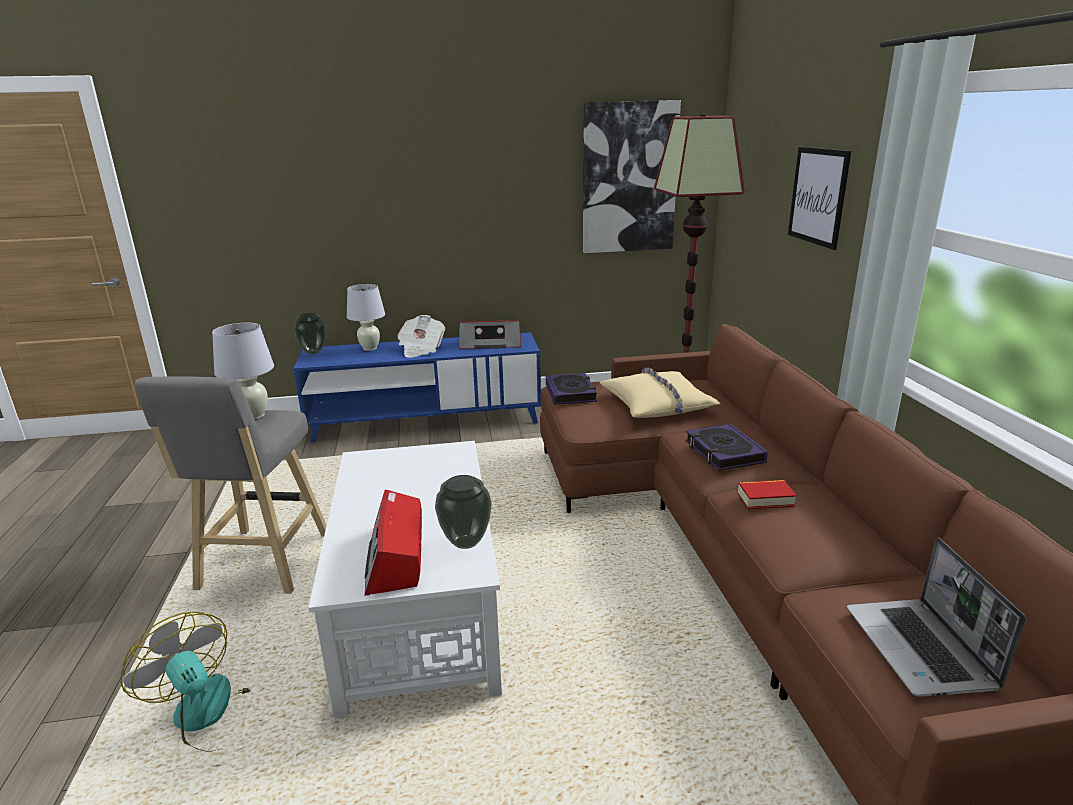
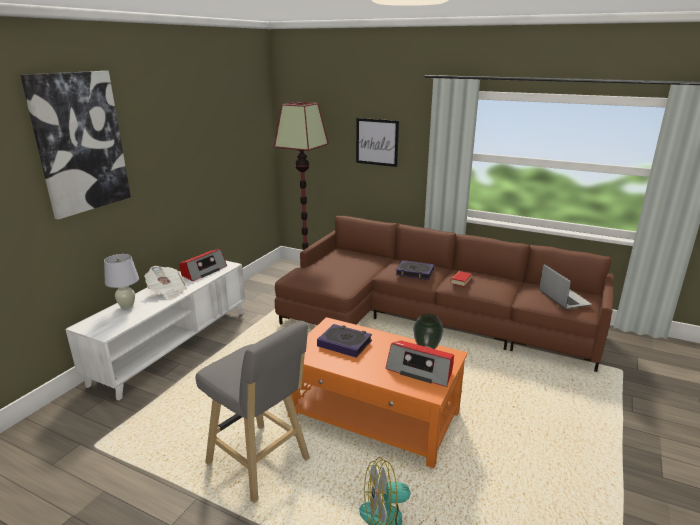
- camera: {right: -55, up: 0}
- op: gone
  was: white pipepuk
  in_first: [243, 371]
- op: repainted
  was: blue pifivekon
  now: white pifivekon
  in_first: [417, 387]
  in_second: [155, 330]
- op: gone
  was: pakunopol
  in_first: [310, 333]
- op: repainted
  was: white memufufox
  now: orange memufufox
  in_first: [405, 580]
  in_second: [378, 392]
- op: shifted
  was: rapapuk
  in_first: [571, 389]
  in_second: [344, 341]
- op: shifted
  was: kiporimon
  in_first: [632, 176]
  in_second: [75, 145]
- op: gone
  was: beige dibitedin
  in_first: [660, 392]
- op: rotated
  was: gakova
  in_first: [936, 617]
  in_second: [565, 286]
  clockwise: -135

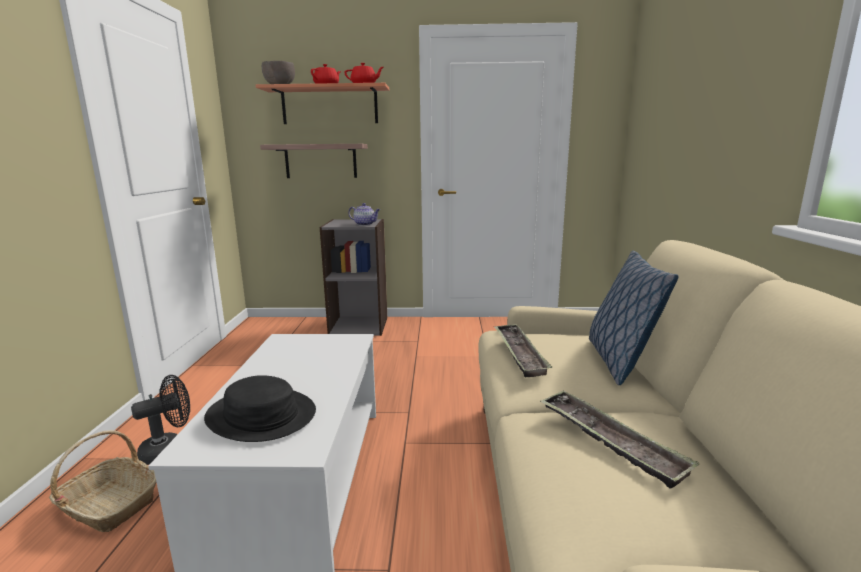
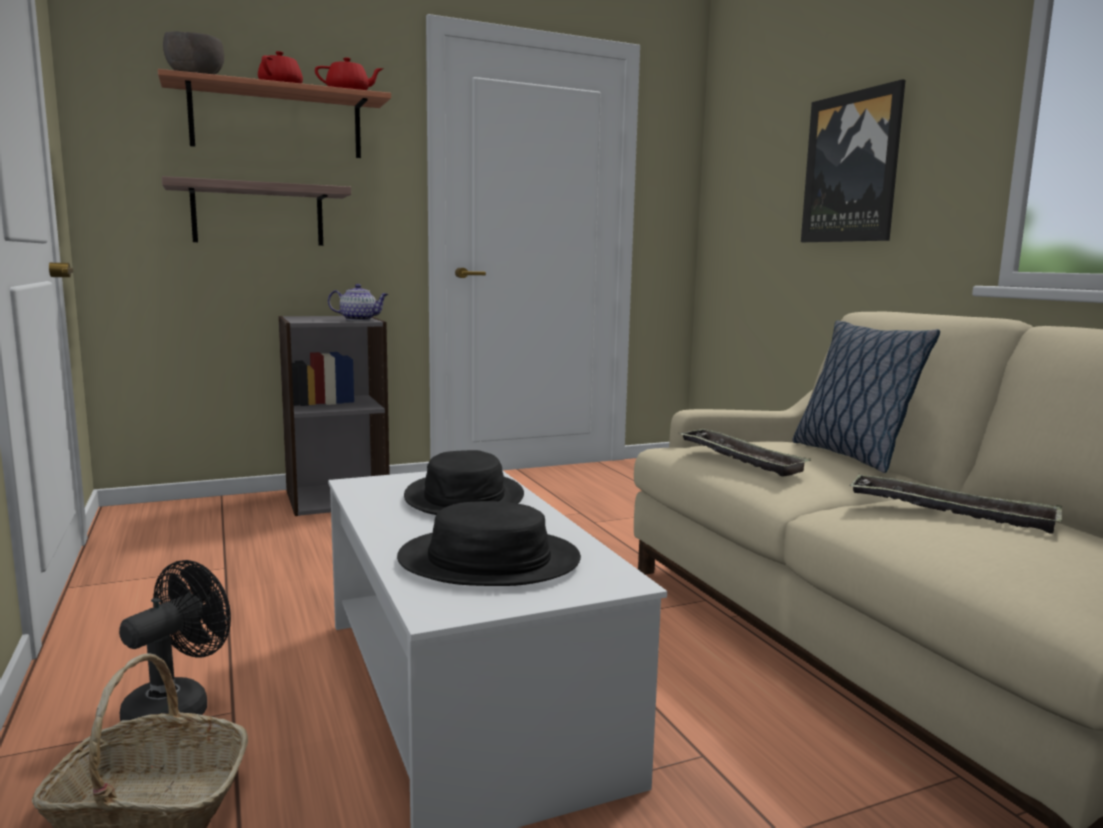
- camera: {right: -25, up: -5}
- op: new
  now: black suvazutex
  in_second: [464, 482]
- op: new
  now: kiporimon
  in_second: [853, 160]

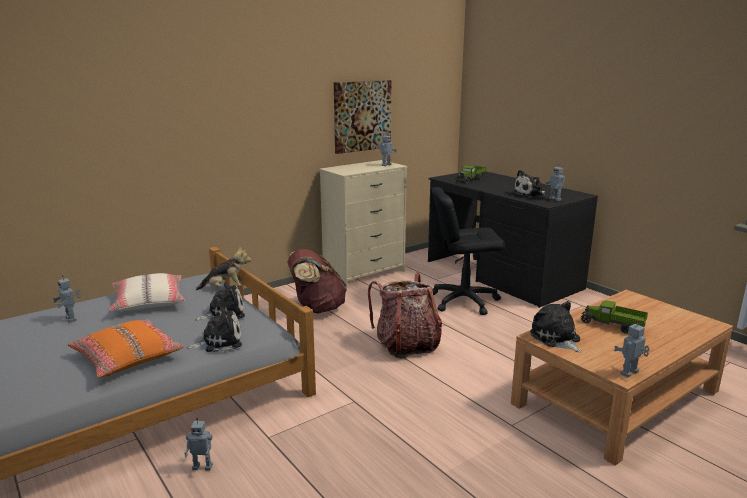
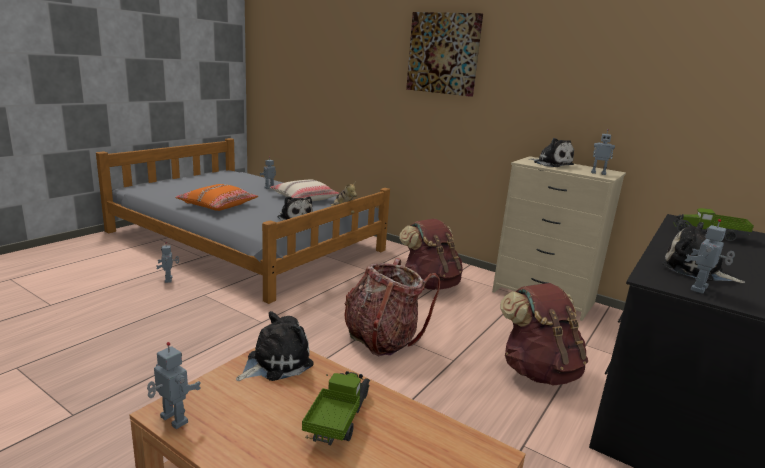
- camera: {right: 70, up: 0}
- op: shifted
  was: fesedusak
  in_first: [214, 329]
  in_second: [551, 152]
- op: shifted
  was: kiporimon
  in_first: [362, 117]
  in_second: [444, 54]
- op: swapped
  was: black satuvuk
  now: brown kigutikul
  in_first: [468, 251]
  in_second: [544, 334]

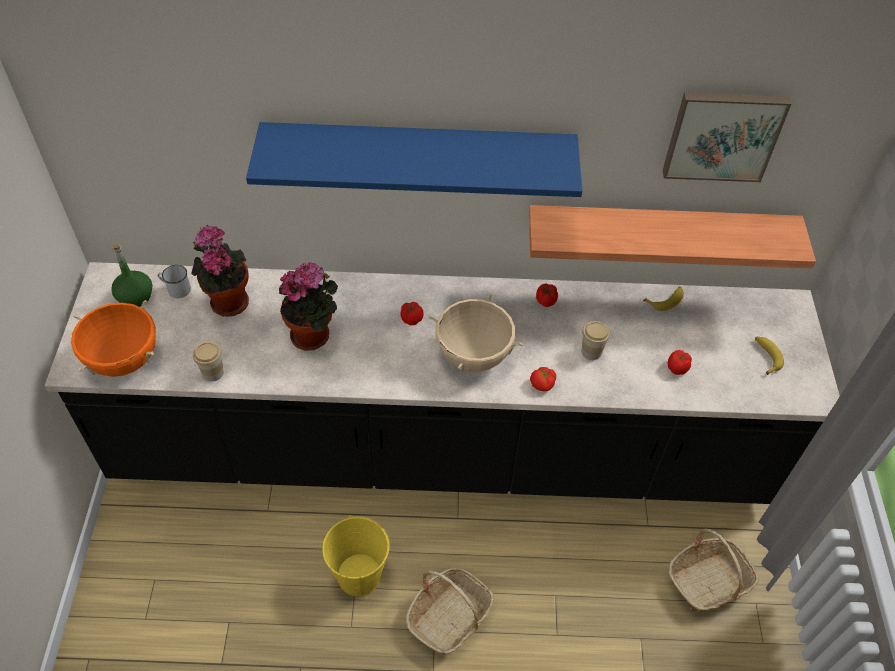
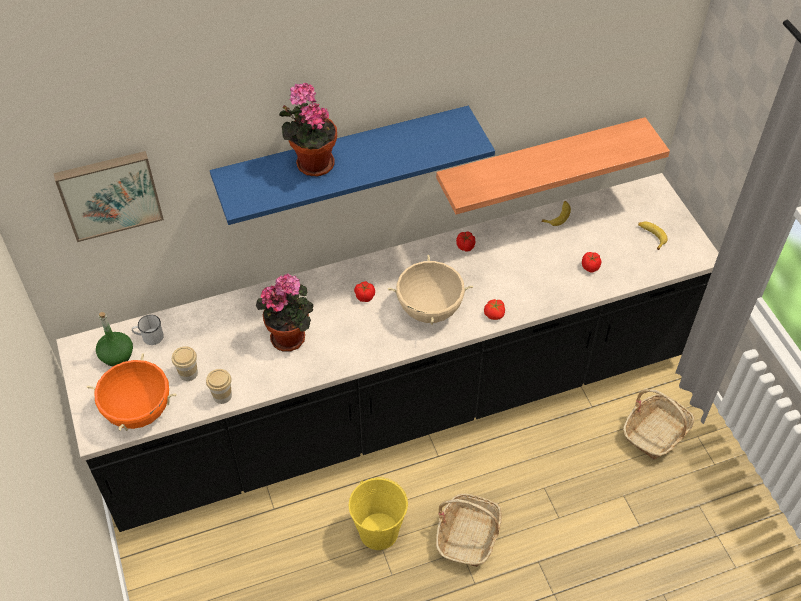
- camera: {right: -20, up: 0}
- op: shifted
  was: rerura
  in_first: [220, 270]
  in_second: [308, 130]
- op: shifted
  was: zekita
  in_first: [596, 340]
  in_second: [185, 363]
- op: shifted
  was: kiporimon
  in_first: [727, 137]
  in_second: [108, 196]

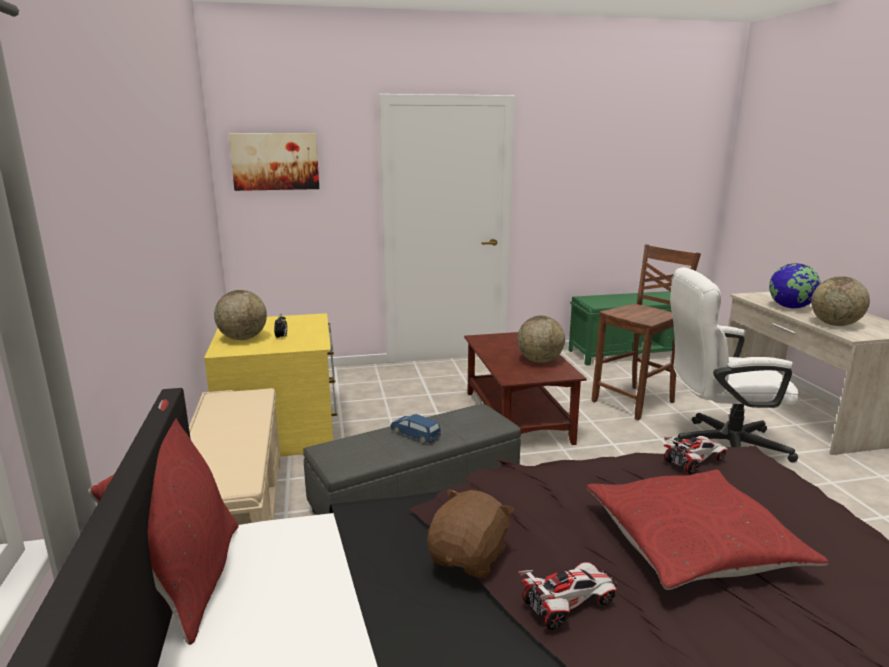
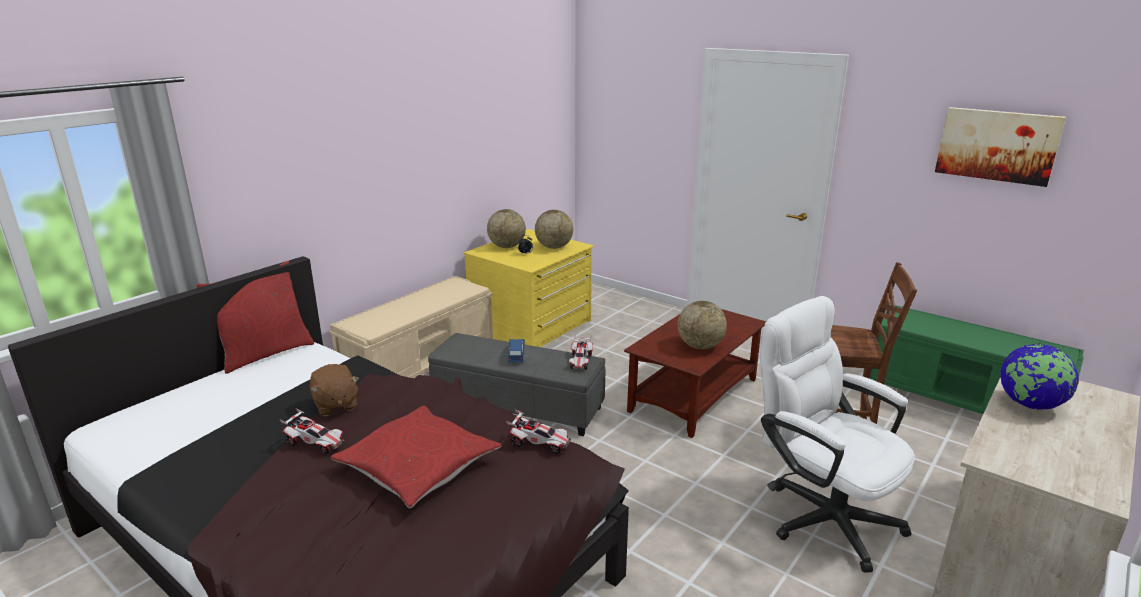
- camera: {right: 50, up: 5}
- op: shifted
  was: kiporimon
  in_first: [273, 162]
  in_second: [1000, 147]
- op: rotated
  was: brown fesedusak
  in_first: [470, 533]
  in_second: [334, 390]
  clockwise: 75
- op: shifted
  was: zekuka
  in_first: [840, 301]
  in_second: [554, 229]
- op: new
  now: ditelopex
  in_second: [581, 352]

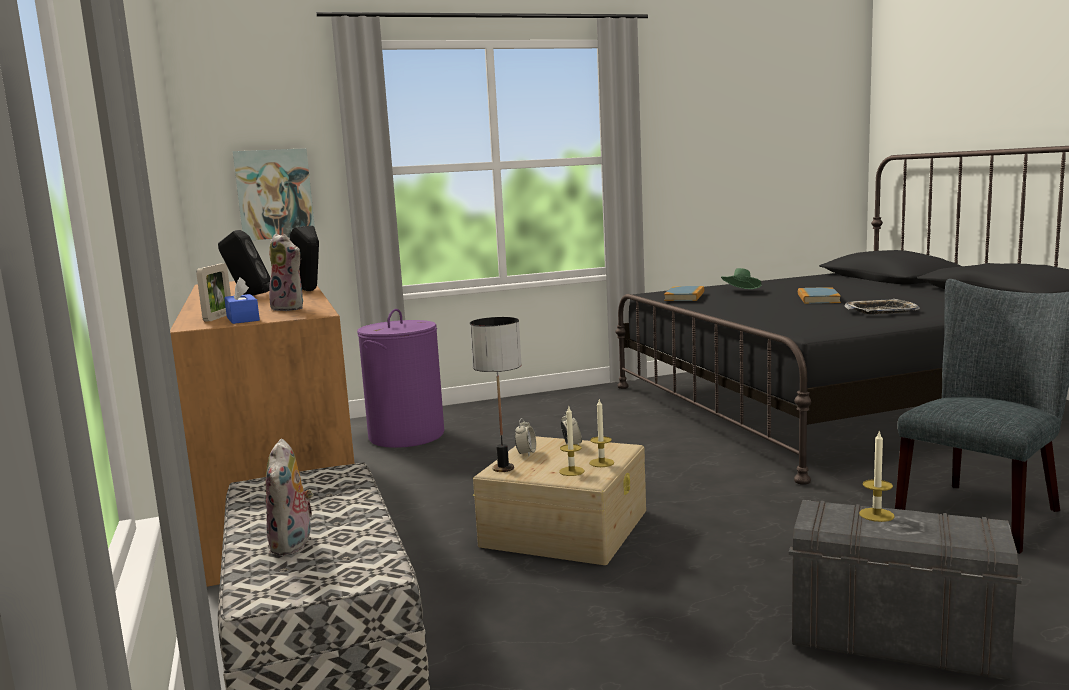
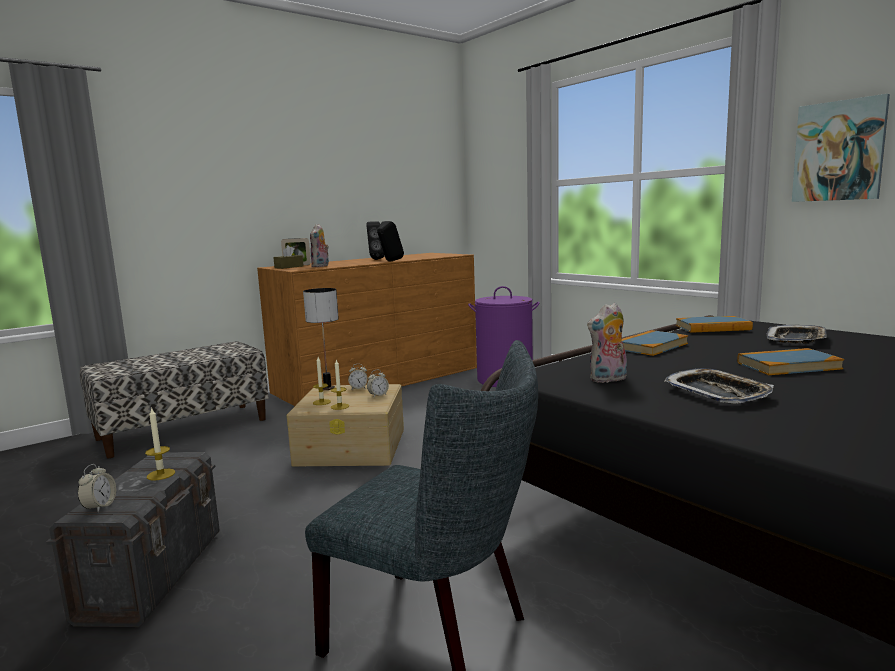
- camera: {right: 70, up: 0}
- op: repainted
  was: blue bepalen
  now: brown bepalen
  in_first: [242, 300]
  in_second: [288, 257]
- op: shifted
  was: kiporimon
  in_first: [274, 194]
  in_second: [841, 148]
- op: shifted
  was: fesedusak
  in_first: [290, 497]
  in_second: [607, 343]
- op: swapped
  was: green suvazutex
  now: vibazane
  in_first: [741, 278]
  in_second: [796, 334]
- op: new
  now: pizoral
  in_second: [96, 488]
- op: new
  now: rapapuk
  in_second: [655, 343]

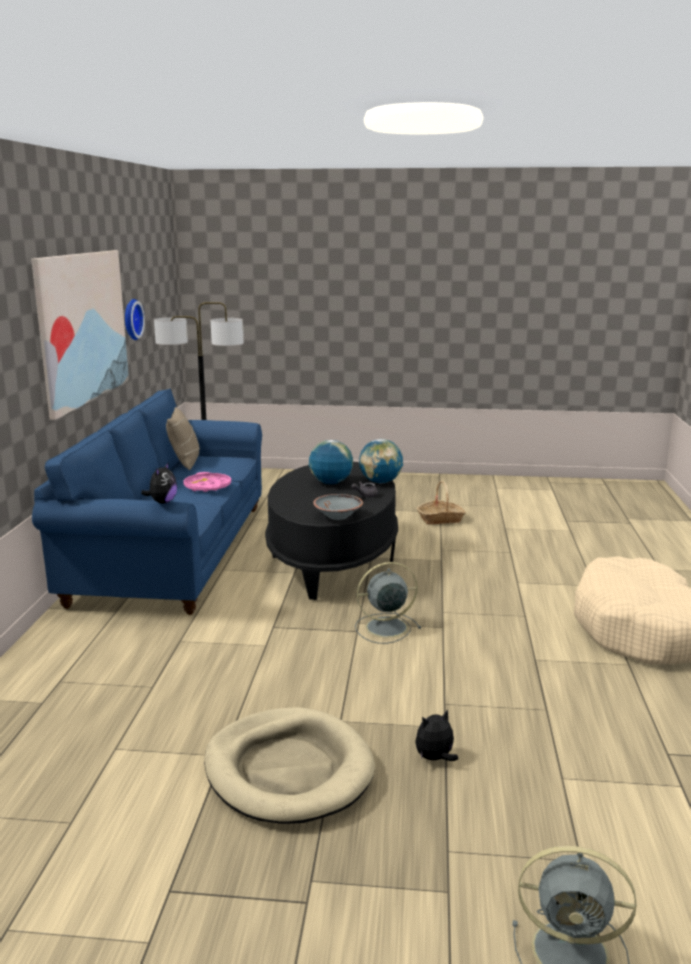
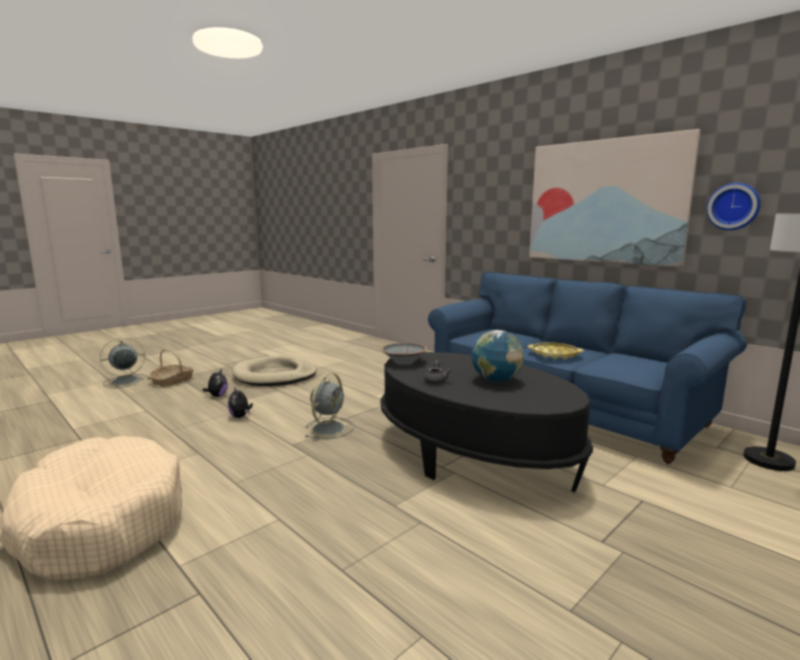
- camera: {right: 130, up: -5}
- op: shifted
  was: fesedusak
  in_first: [159, 483]
  in_second: [240, 402]
- op: gone
  was: beige dibitedin
  in_first: [183, 438]
- op: repainted
  was: pink vibazane
  now: yellow vibazane
  in_first: [207, 482]
  in_second: [556, 350]
- op: gone
  was: zekuka
  in_first: [381, 461]
- op: shifted
  was: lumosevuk
  in_first: [441, 502]
  in_second: [171, 367]

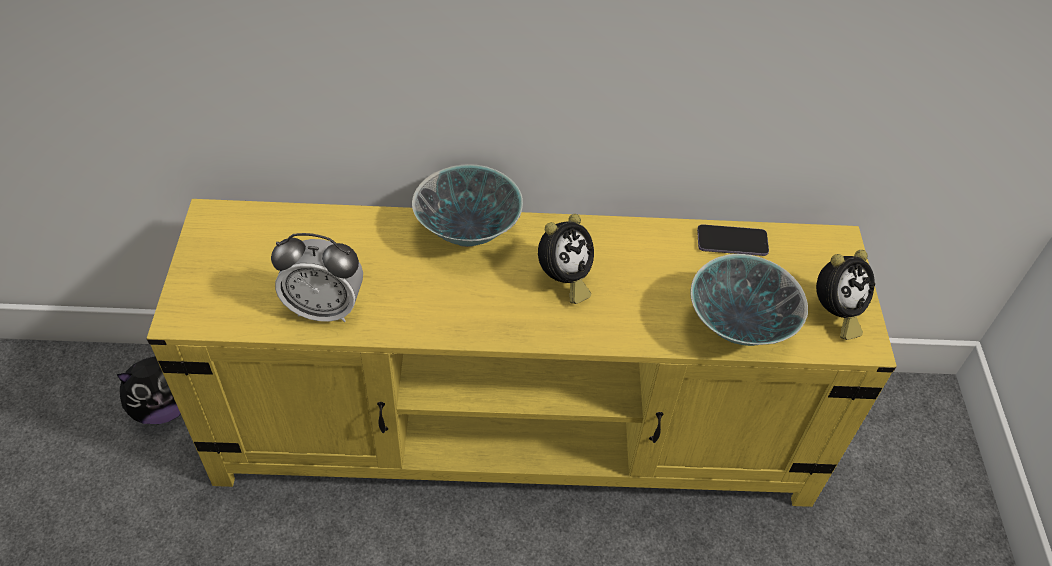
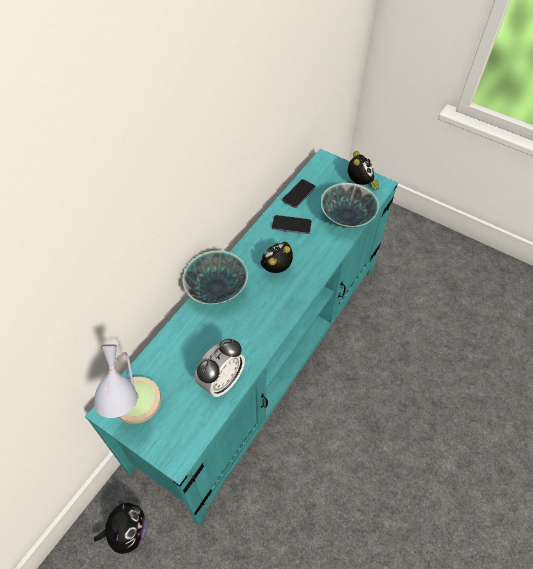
- camera: {right: -55, up: 5}
- op: repainted
  was: yellow pifivekon
  now: turquoise pifivekon
  in_first: [522, 353]
  in_second: [241, 337]
- op: rotated
  was: pizoral
  in_first: [566, 259]
  in_second: [276, 257]
  clockwise: -120
- op: new
  now: pipepuk
  in_second: [127, 384]
- op: new
  now: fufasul
  in_second: [292, 224]

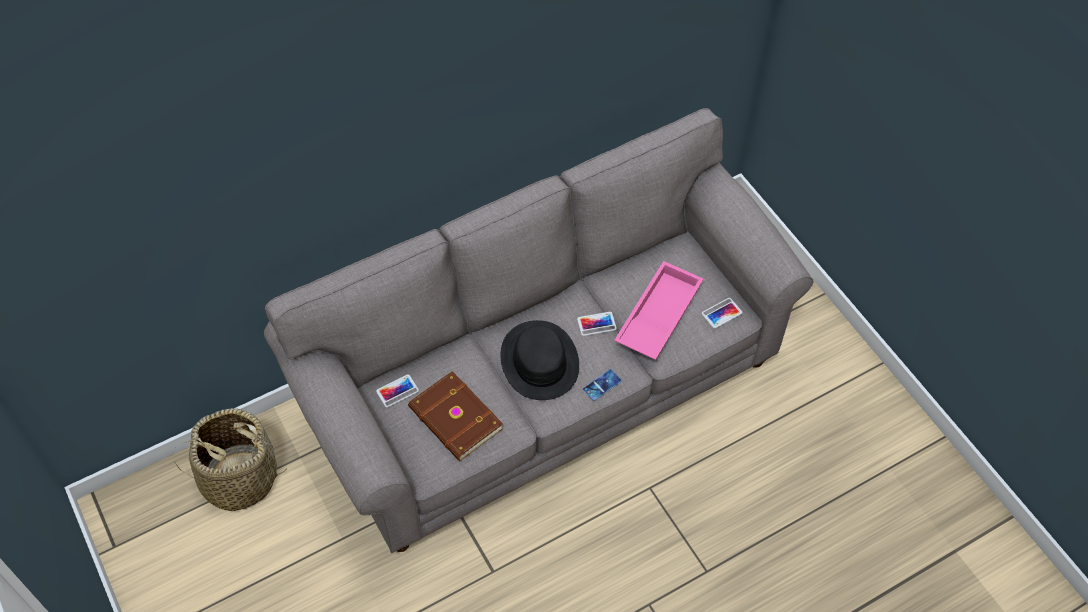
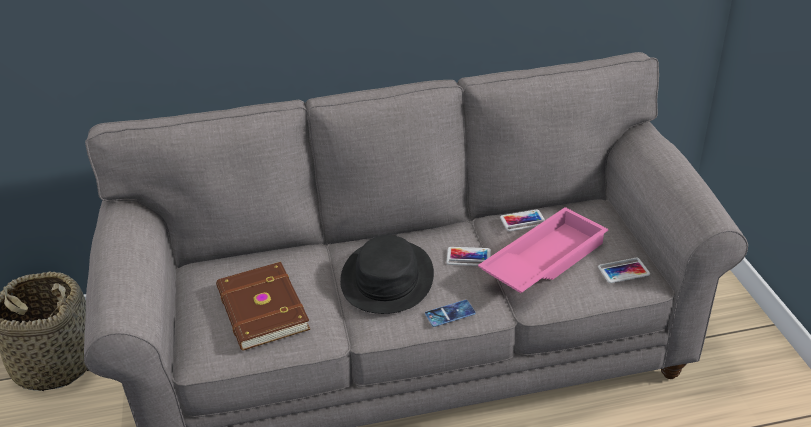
- camera: {right: 20, up: -20}
- op: shifted
  was: fufasul
  in_first: [397, 391]
  in_second: [522, 220]

